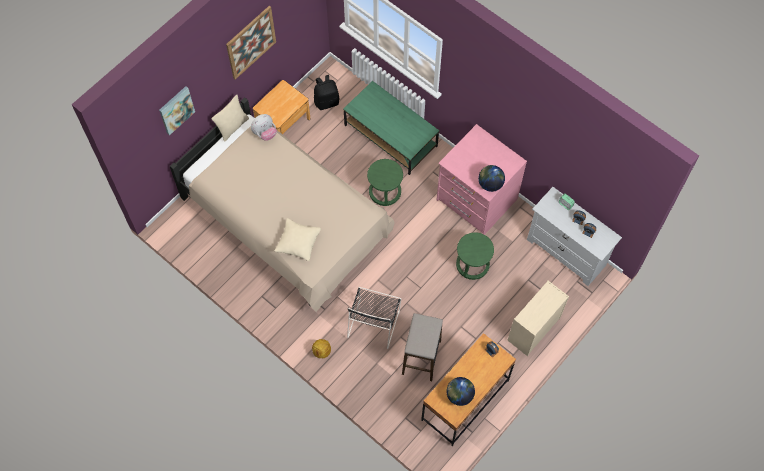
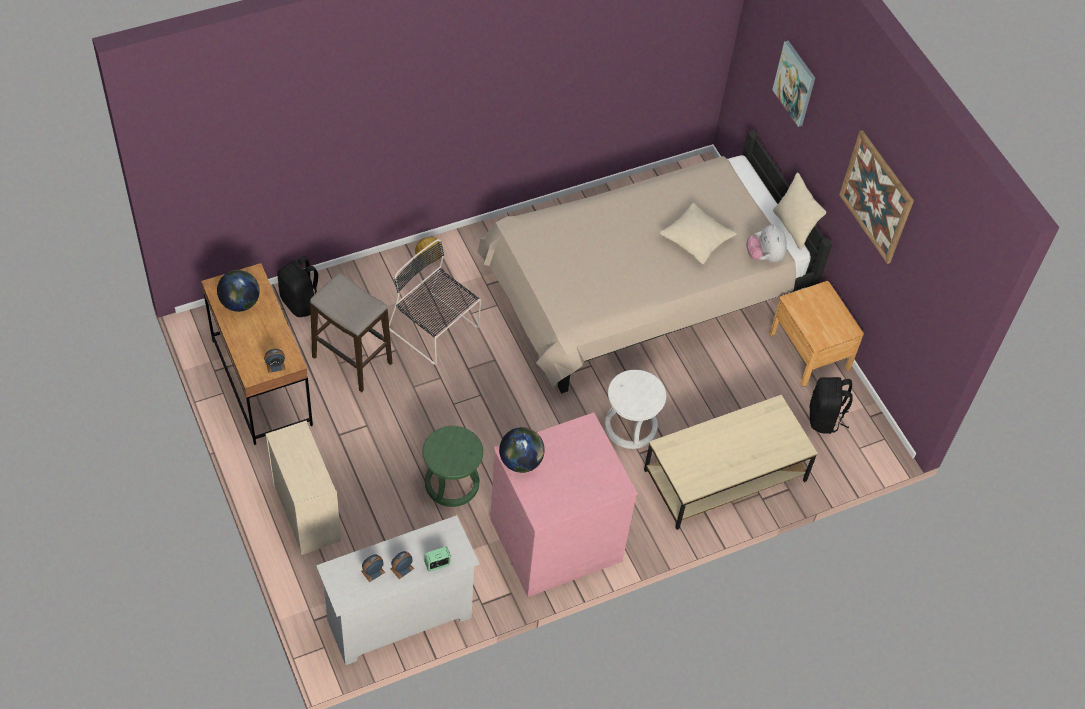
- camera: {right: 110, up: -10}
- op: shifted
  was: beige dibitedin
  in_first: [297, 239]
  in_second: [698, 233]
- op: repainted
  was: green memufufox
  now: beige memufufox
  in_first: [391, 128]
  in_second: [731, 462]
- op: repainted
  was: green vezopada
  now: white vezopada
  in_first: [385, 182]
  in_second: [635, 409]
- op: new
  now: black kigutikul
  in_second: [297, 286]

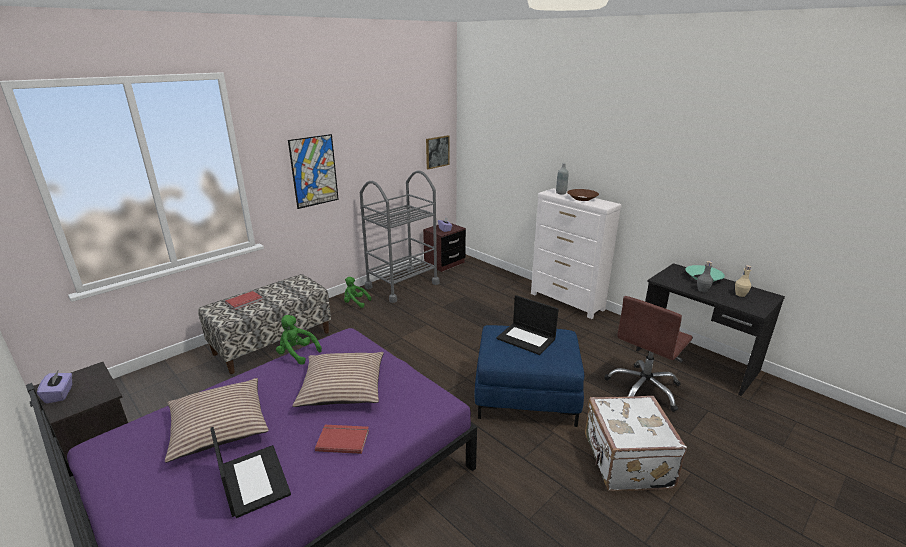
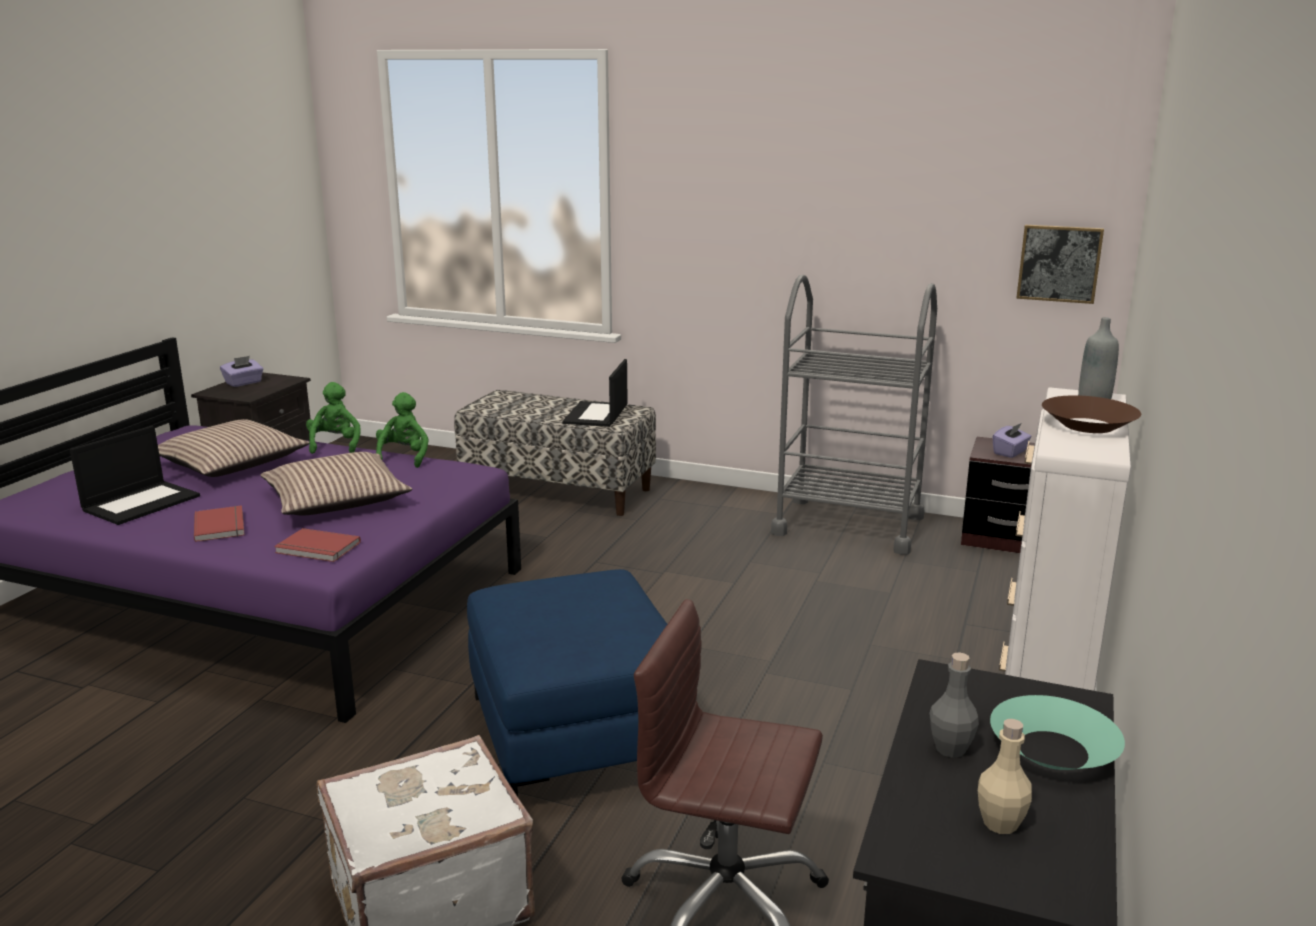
- camera: {right: 65, up: -5}
- op: shifted
  was: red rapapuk
  in_first: [244, 300]
  in_second: [317, 545]
- op: gone
  was: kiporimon
  in_first: [313, 171]
- op: shifted
  was: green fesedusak
  in_first: [357, 292]
  in_second: [333, 418]
- op: shifted
  was: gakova
  in_first: [527, 325]
  in_second: [595, 393]

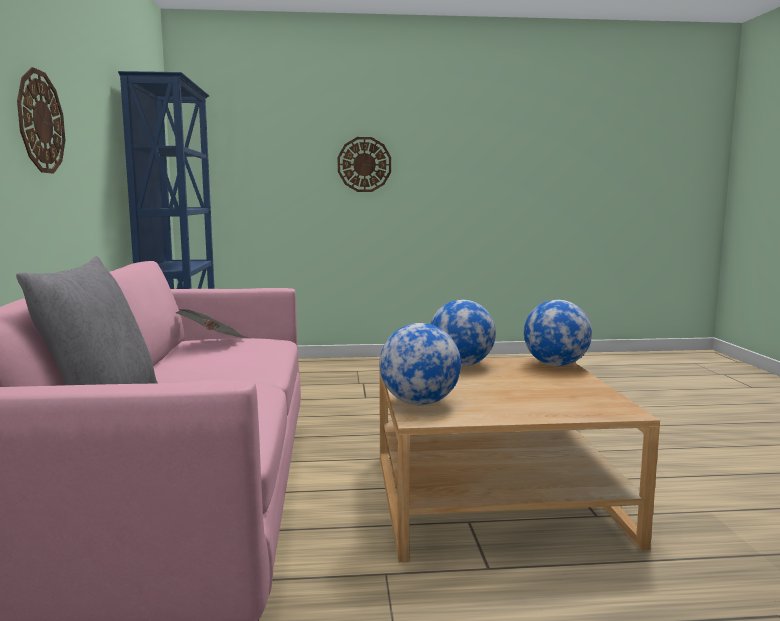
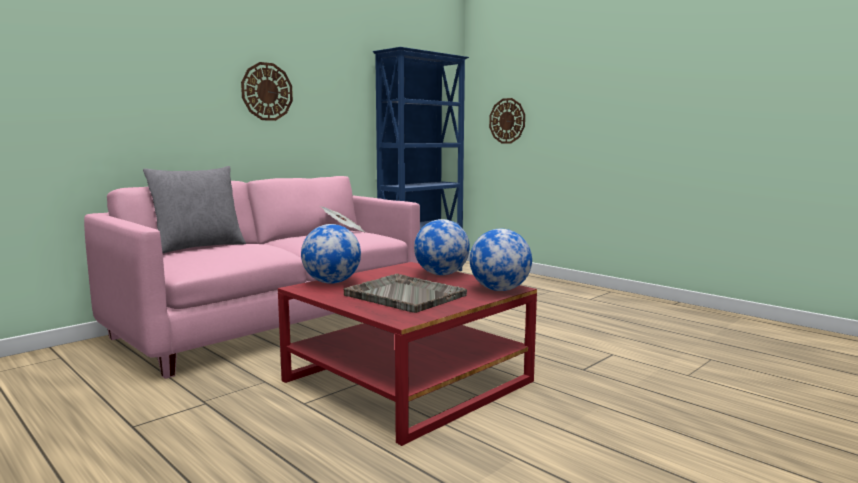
- camera: {right: 50, up: 0}
- op: shifted
  was: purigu
  in_first: [364, 164]
  in_second: [507, 121]
- op: repainted
  was: beige memufufox
  now: red memufufox
  in_first: [519, 460]
  in_second: [407, 354]
- op: new
  now: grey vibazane
  in_second: [405, 293]

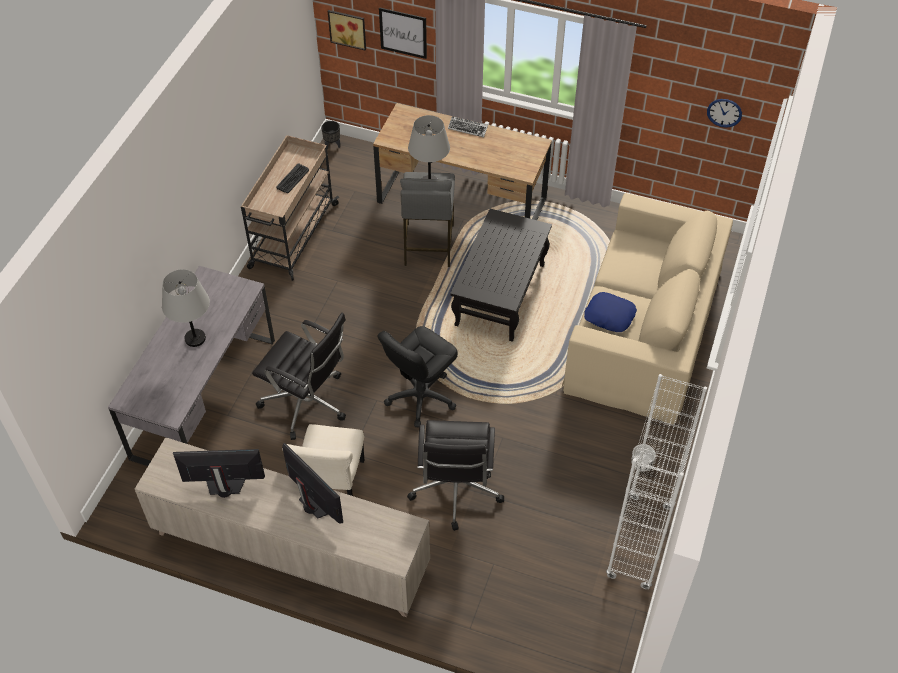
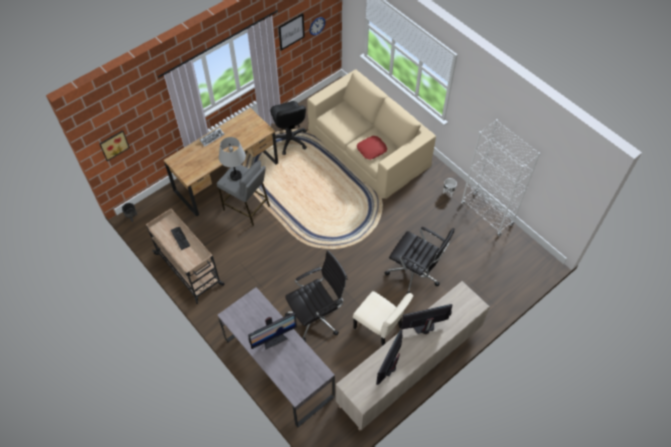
- camera: {right: -60, up: 5}
- op: swapped
  was: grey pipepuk
  now: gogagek
  in_first: [186, 308]
  in_second: [272, 331]
- op: shifted
  was: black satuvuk
  in_first: [417, 376]
  in_second: [288, 128]
- op: shifted
  was: kiporimon
  in_first: [403, 33]
  in_second: [291, 32]
- op: gone
  was: black memufufox
  in_first: [501, 275]
- op: repainted
  was: blue dibitedin
  now: red dibitedin
  in_first: [610, 312]
  in_second: [372, 148]

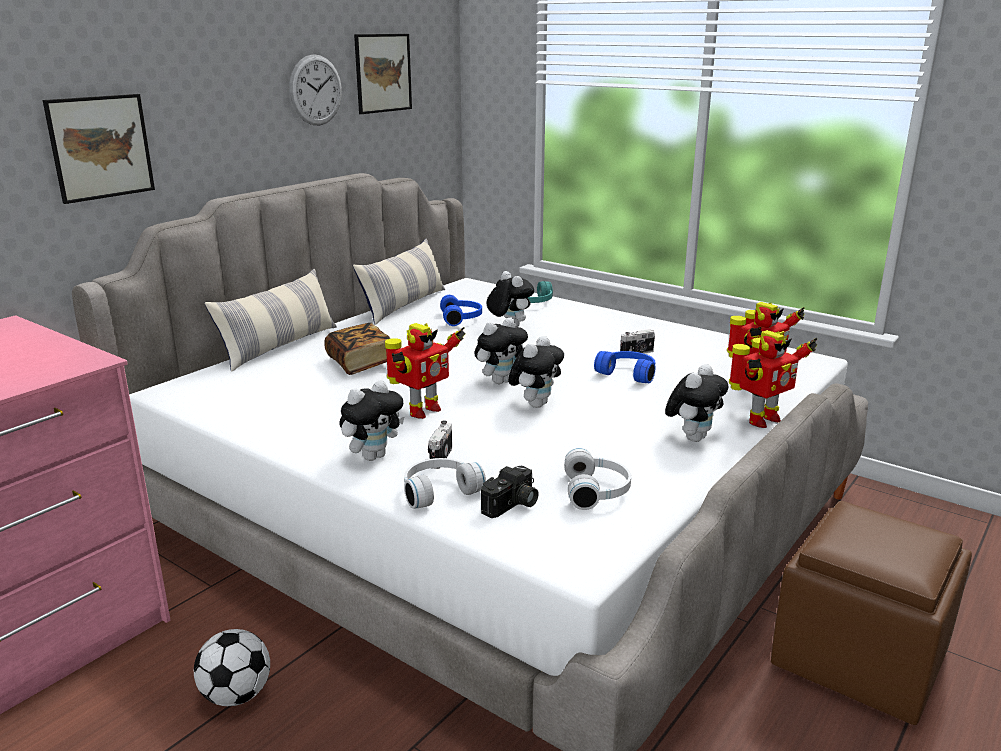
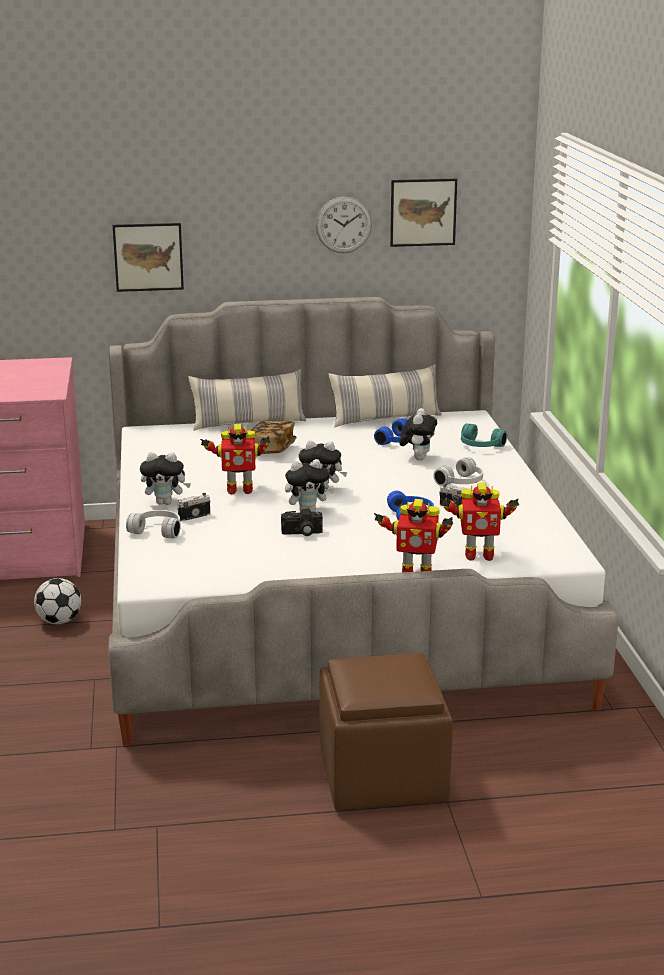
- camera: {right: 45, up: 0}
- op: shifted
  was: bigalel
  in_first: [510, 492]
  in_second: [302, 522]
- op: shifted
  was: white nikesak
  in_first: [597, 479]
  in_second: [458, 471]
- op: gone
  was: fesedusak
  in_first: [697, 403]

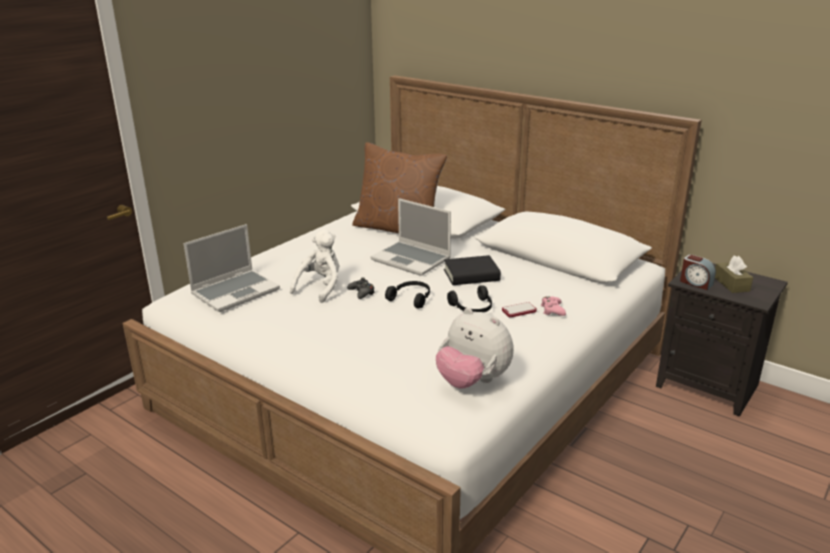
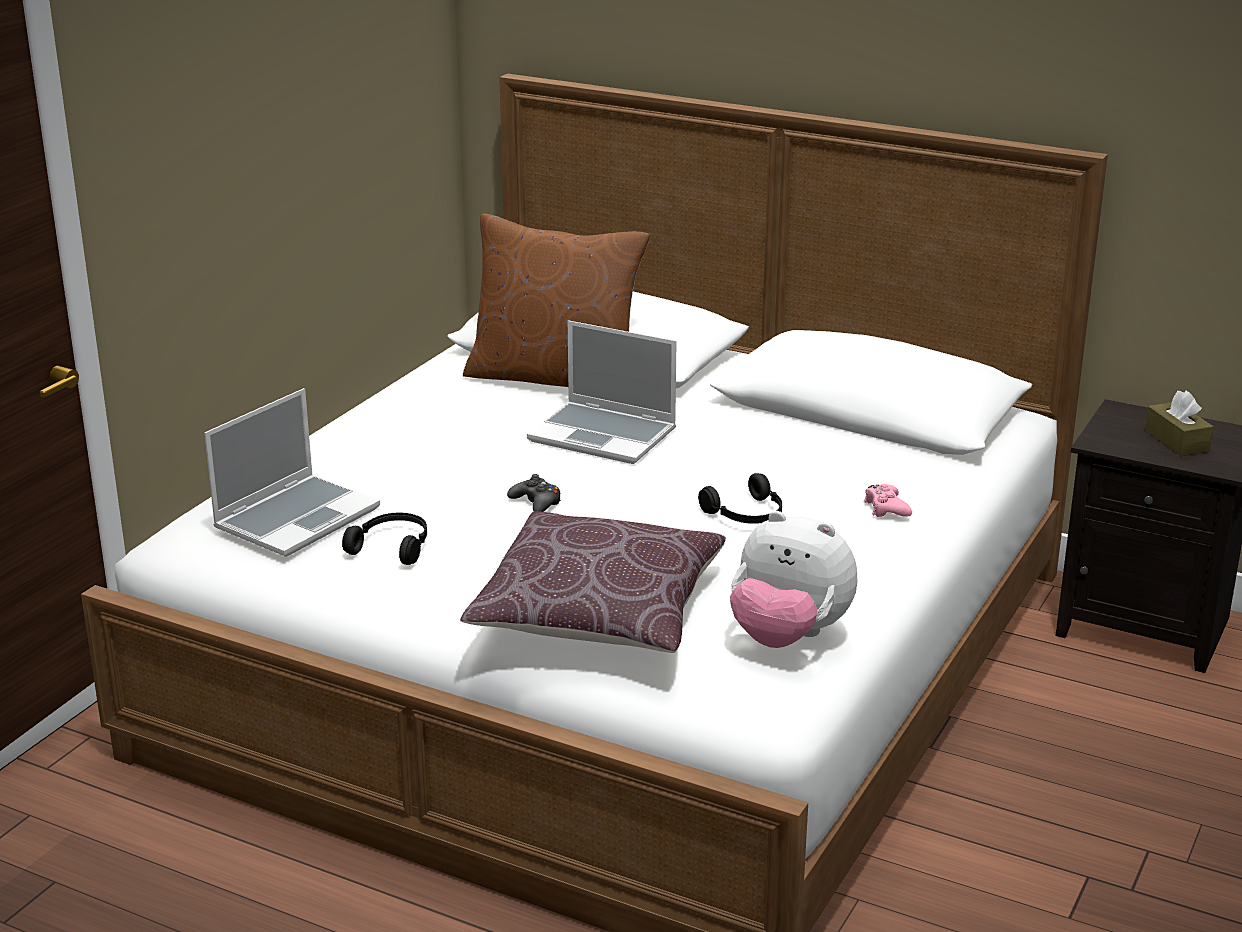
- camera: {right: -10, up: 0}
- op: gone
  was: white fesedusak
  in_first: [314, 266]
- op: shifted
  was: black nikesak
  in_first: [407, 295]
  in_second: [384, 539]
- op: gone
  was: black rapapuk
  in_first: [472, 270]
- op: gone
  was: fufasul
  in_first: [519, 310]
- op: gone
  was: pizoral
  in_first: [698, 272]
- op: new
  now: brown dibitedin
  in_second: [593, 582]

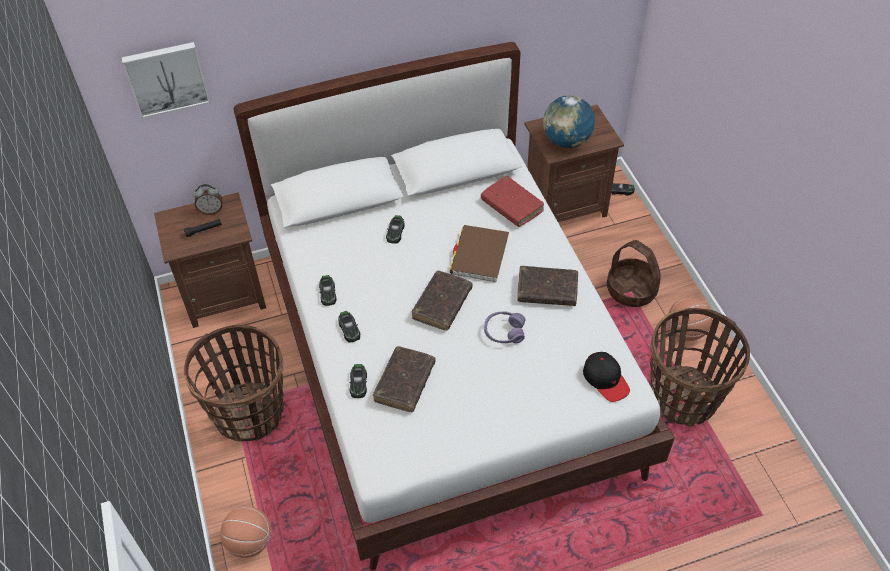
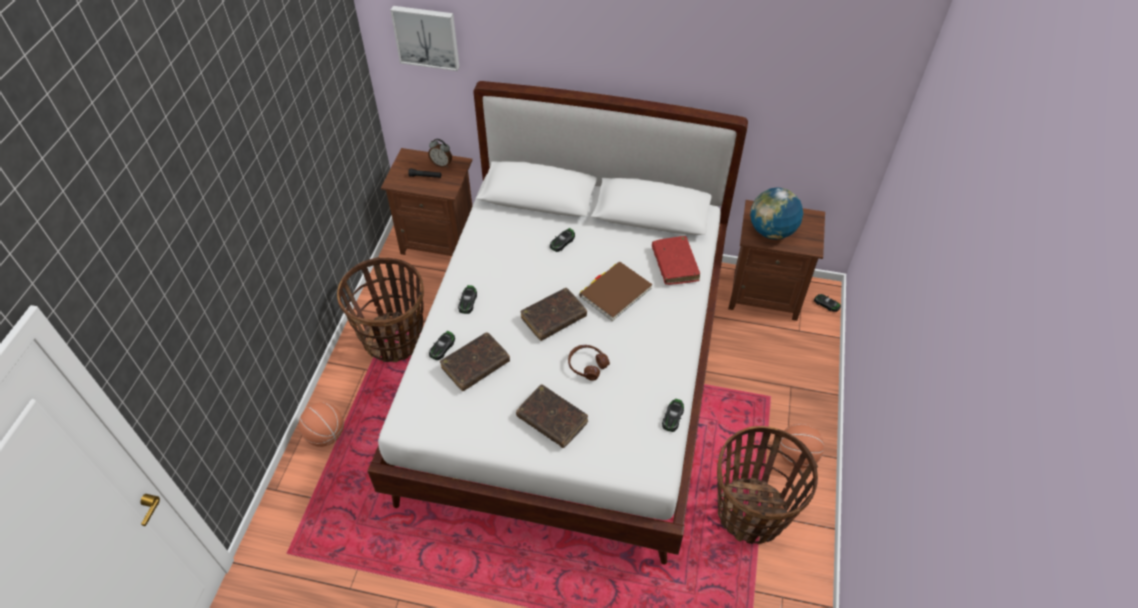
- camera: {right: 30, up: 0}
- op: shifted
  was: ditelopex
  in_first: [328, 290]
  in_second: [673, 415]
- op: repainted
  was: purple nikesak
  now: brown nikesak
  in_first: [504, 327]
  in_second: [589, 363]
- op: shifted
  was: brown rapapuk
  in_first: [547, 286]
  in_second: [552, 416]
- op: gone
  was: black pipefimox
  in_first: [606, 377]
- op: gone
  was: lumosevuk
  in_first: [634, 273]

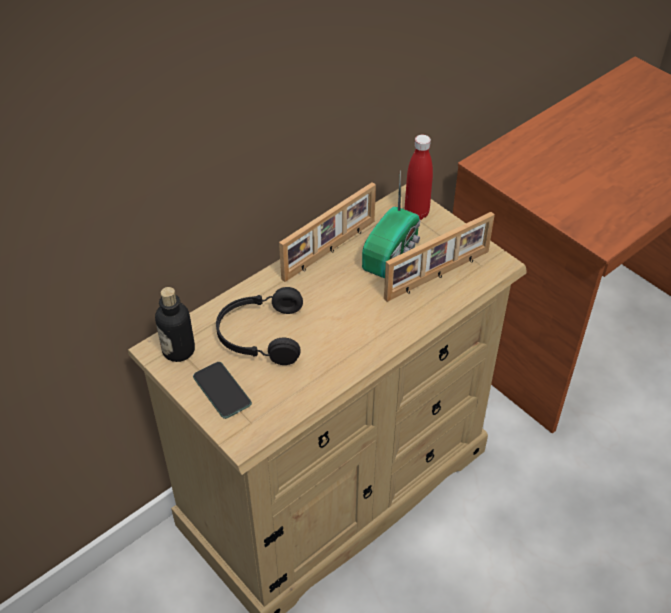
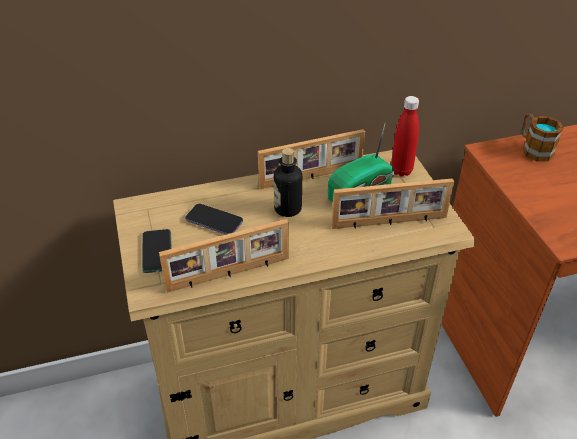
- camera: {right: 25, up: -5}
- op: shifted
  was: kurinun
  in_first: [175, 324]
  in_second: [288, 182]
- op: swapped
  was: black nikesak
  now: fufasul
  in_first: [259, 326]
  in_second: [214, 219]
- op: new
  now: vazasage
  in_second: [224, 256]
- op: new
  now: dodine
  in_second: [542, 137]

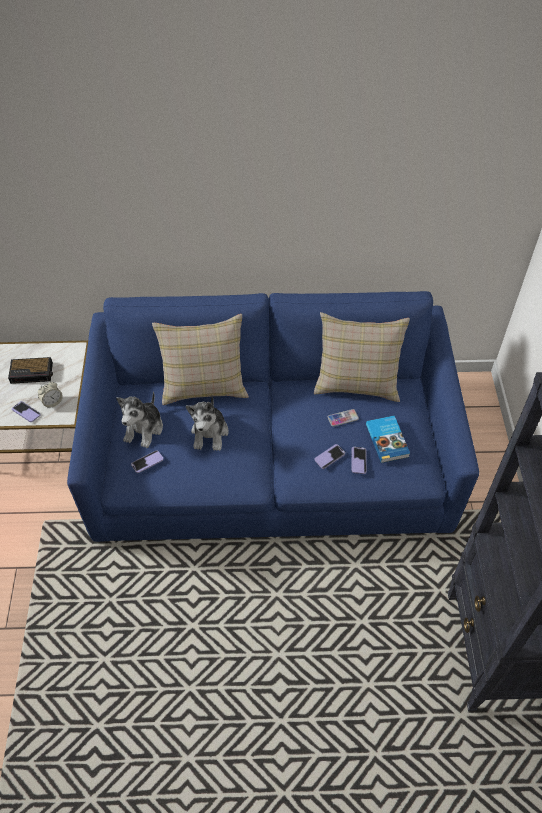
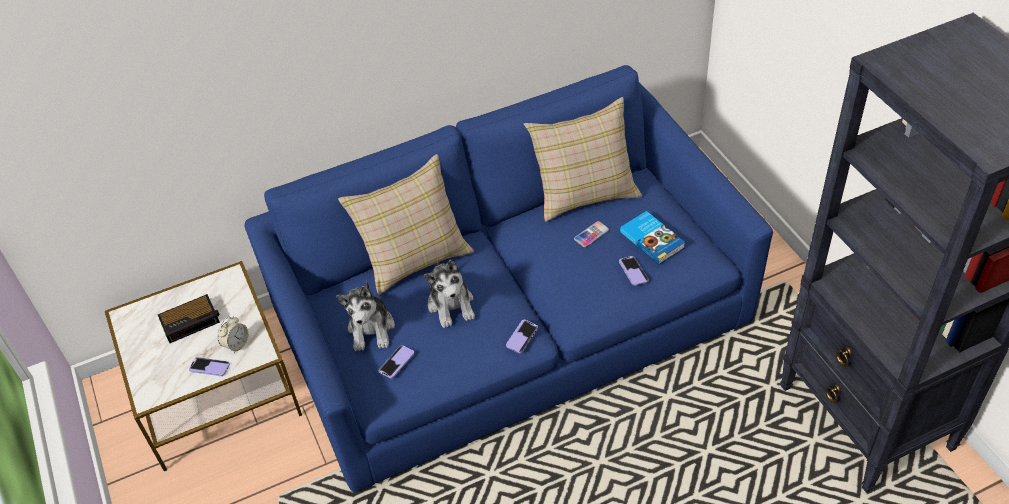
- camera: {right: -20, up: -5}
- op: shifted
  was: fufasul
  in_first: [329, 456]
  in_second: [522, 336]

